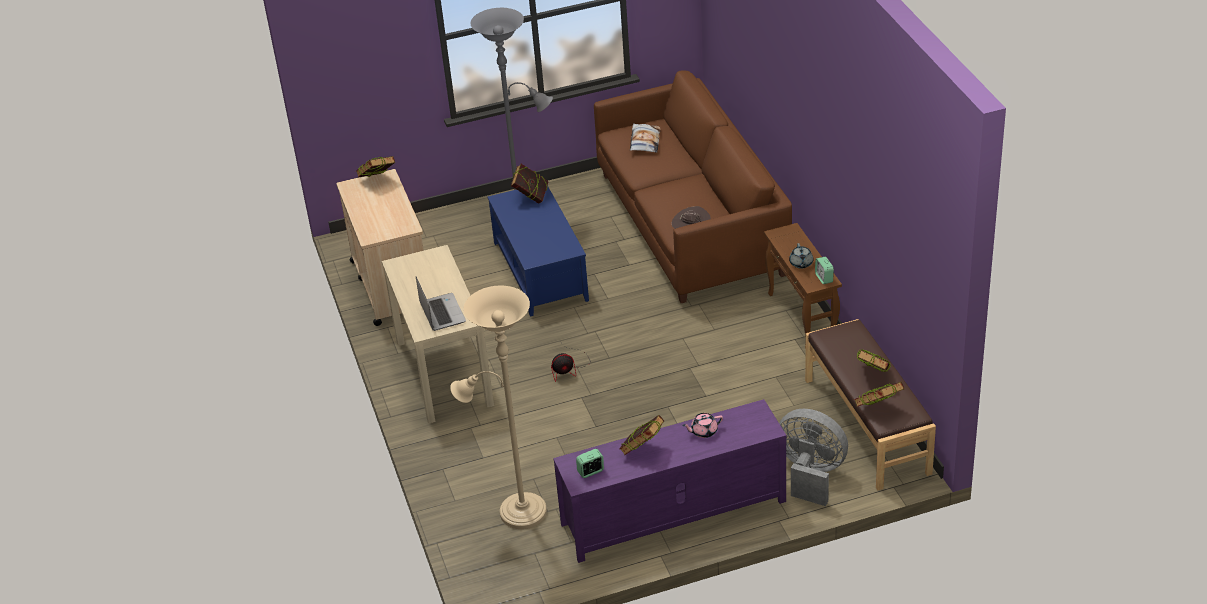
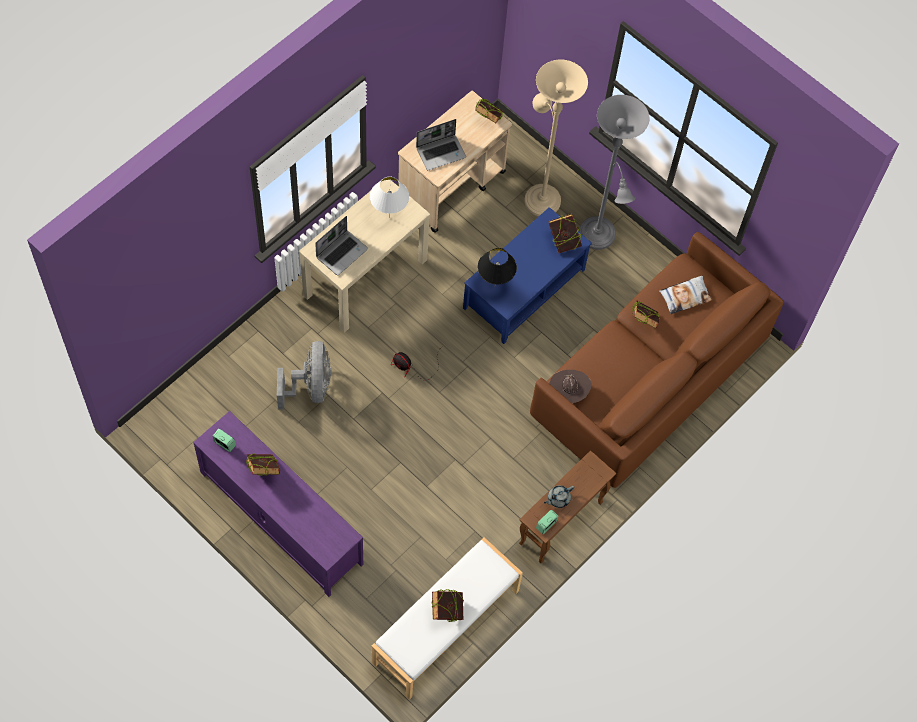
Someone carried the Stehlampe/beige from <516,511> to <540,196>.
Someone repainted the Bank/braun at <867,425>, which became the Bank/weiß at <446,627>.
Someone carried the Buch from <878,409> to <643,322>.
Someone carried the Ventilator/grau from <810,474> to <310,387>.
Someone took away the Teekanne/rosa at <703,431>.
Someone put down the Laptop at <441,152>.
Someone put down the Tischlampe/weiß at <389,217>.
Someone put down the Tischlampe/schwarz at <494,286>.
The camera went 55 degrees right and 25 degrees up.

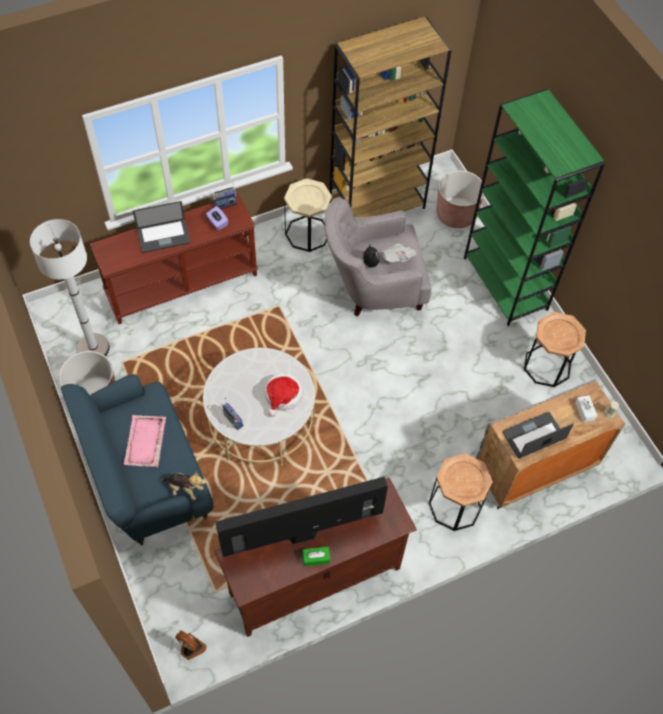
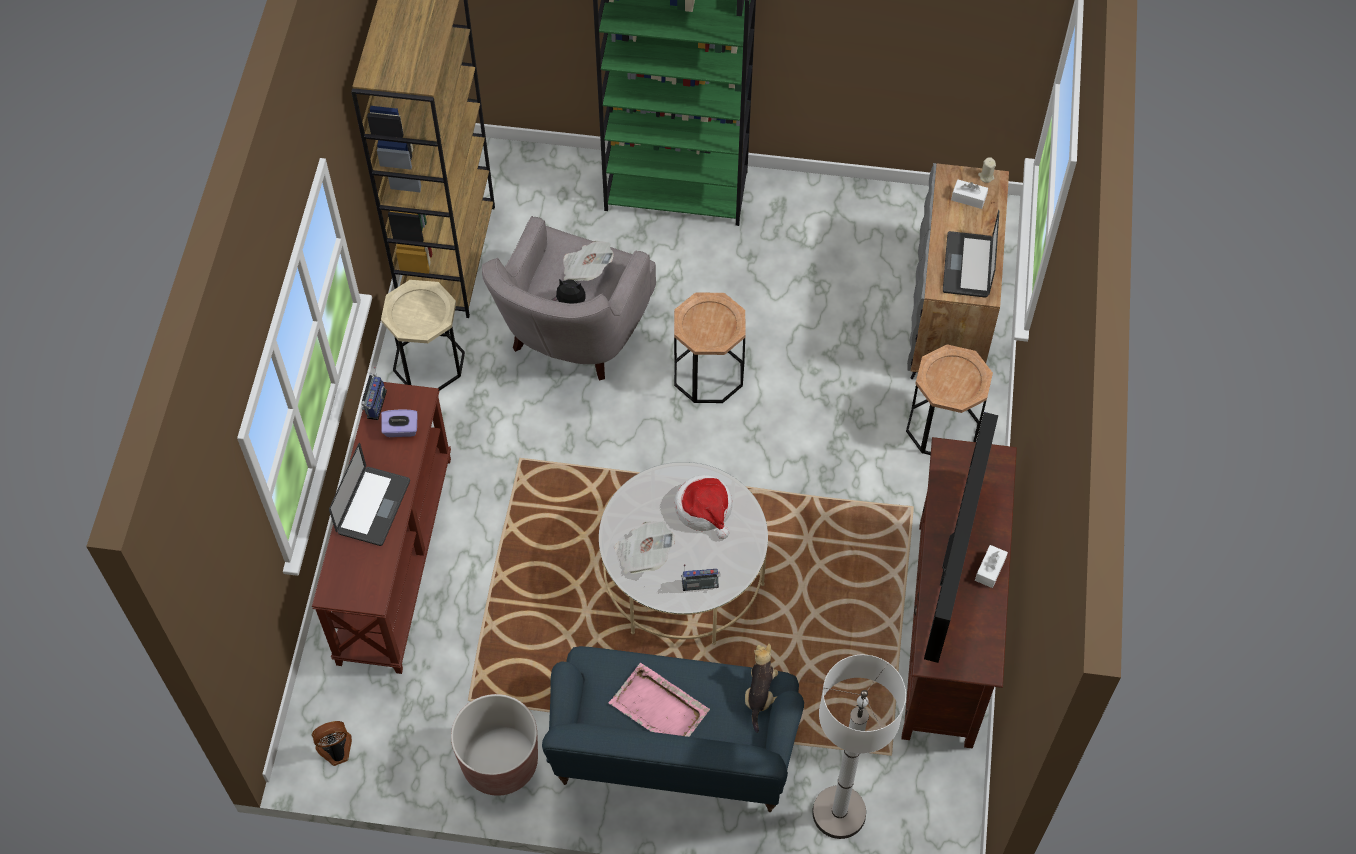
Someone took away the Pflanzkübel/braun at <456,214>.
Someone carried the Stehlampe/weiß from <93,348> to <839,813>.
Someone carried the Beistelltisch/braun from <547,366> to <708,373>.
Someone rotated the Plüschtier at <184,488> by 45 degrees counterclockwise.
Someone repainted the Taschentuchbox/grün at <316,558>, which became the Taschentuchbox/weiß at <990,569>.
Someone carried the Ventilator from <191,648> to <336,750>.
Someone put down the Zeitung at <643,554>.
The camera went 55 degrees left and 0 degrees up.

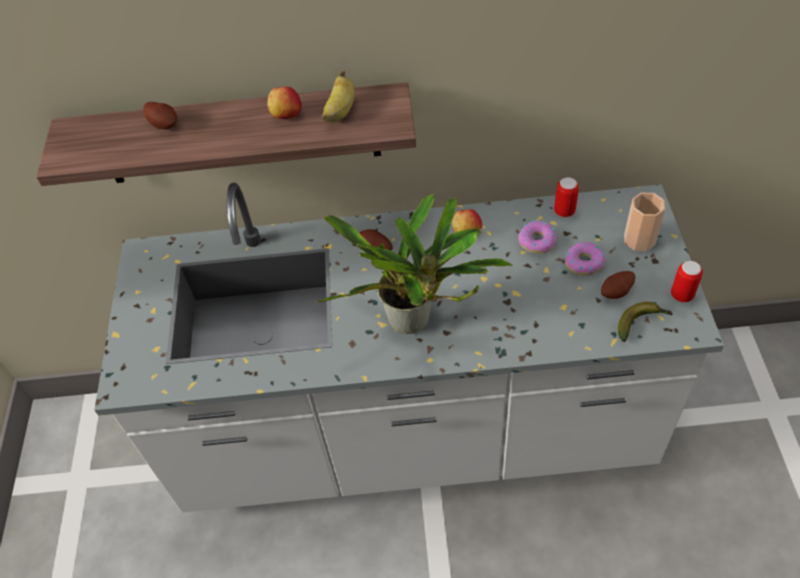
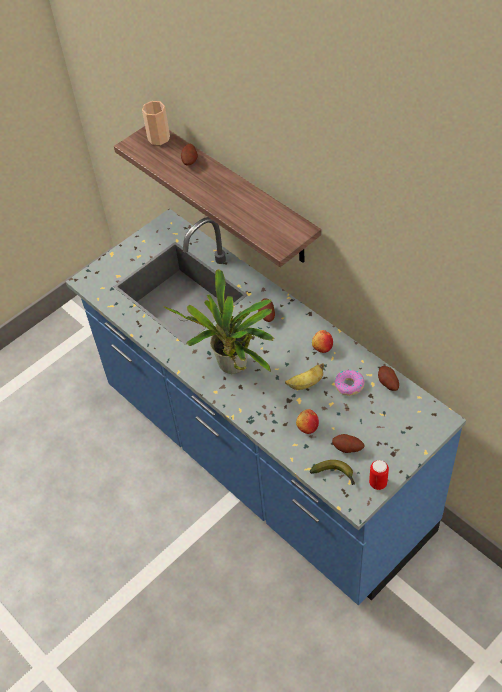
Someone carried the Banane from <340,111> to <305,384>.
Someone carried the Apfel from <286,114> to <307,427>.
Someone swapped the Dose at <564,211> for the Kartoffel at <387,383>.
Someone repainted the Küchenzeile/weiß at <415,436>, which became the Küchenzeile/blau at <262,461>.
Someone carried the Tasse from <639,240> to <158,138>.
Someone took away the Donut at <583,263>.
The camera went 50 degrees right and 0 degrees up.

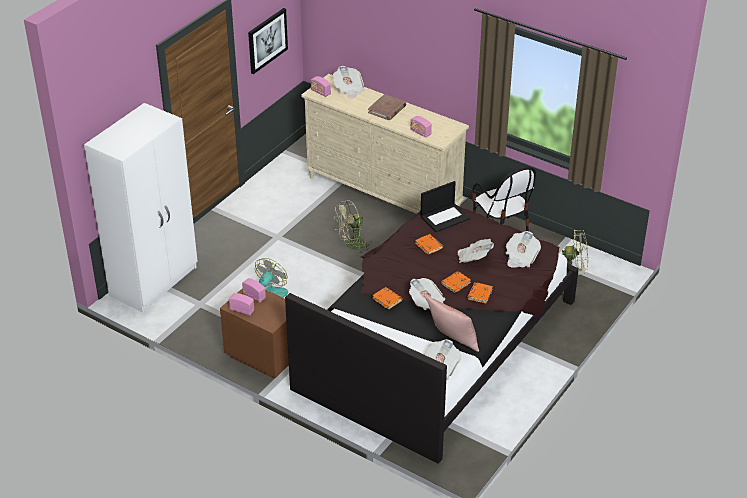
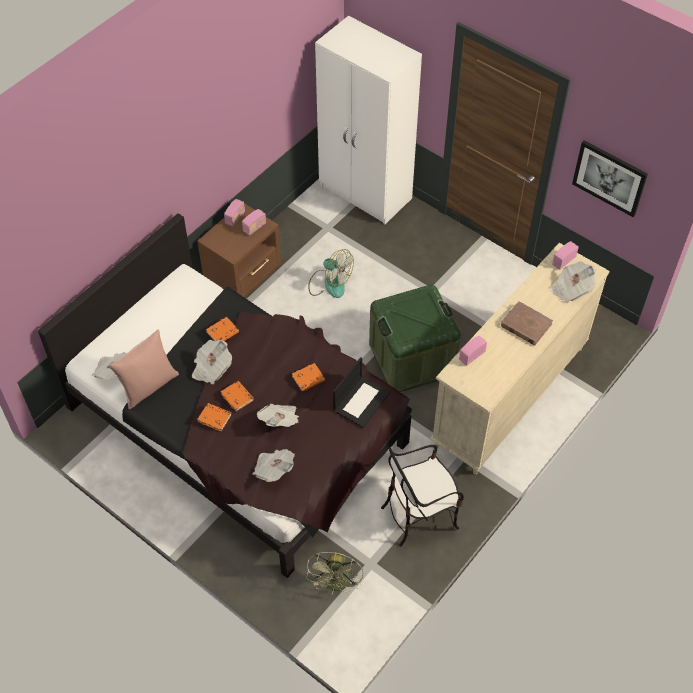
Someone rotated the Laptop at <445,217> by 120 degrees counterclockwise.
Someone swapped the Ventilator/grün at <352,245> for the Aufbewahrungsbox/grün at <411,358>.
The camera went 95 degrees right and 15 degrees up.

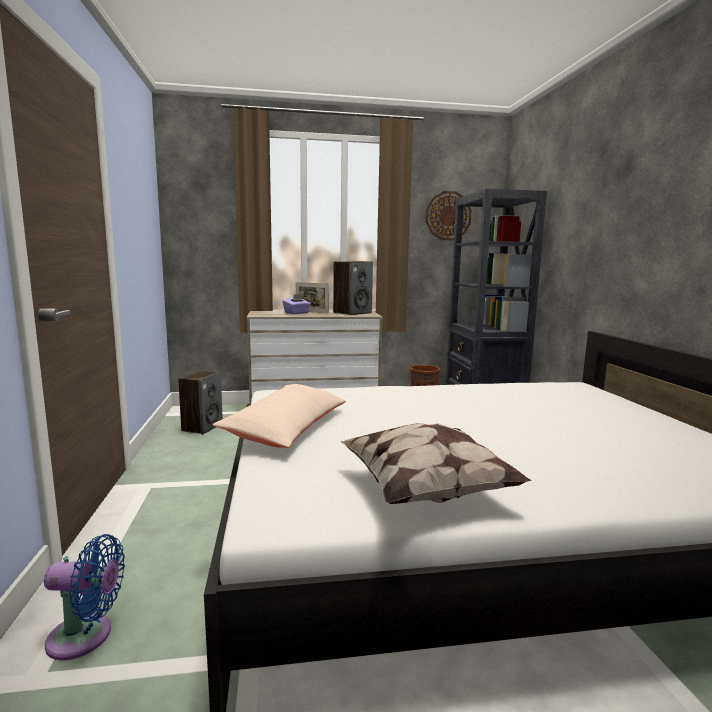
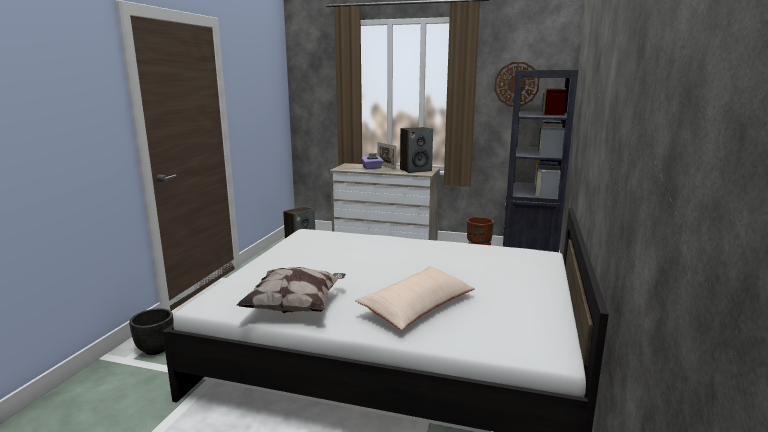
Someone carried the Kissen/beige from <287,428> to <417,307>.
Someone swapped the Ventilator/blau at <86,637> for the Pflanzkübel/schwarz at <156,349>.
The camera went 25 degrees right and 5 degrees up.

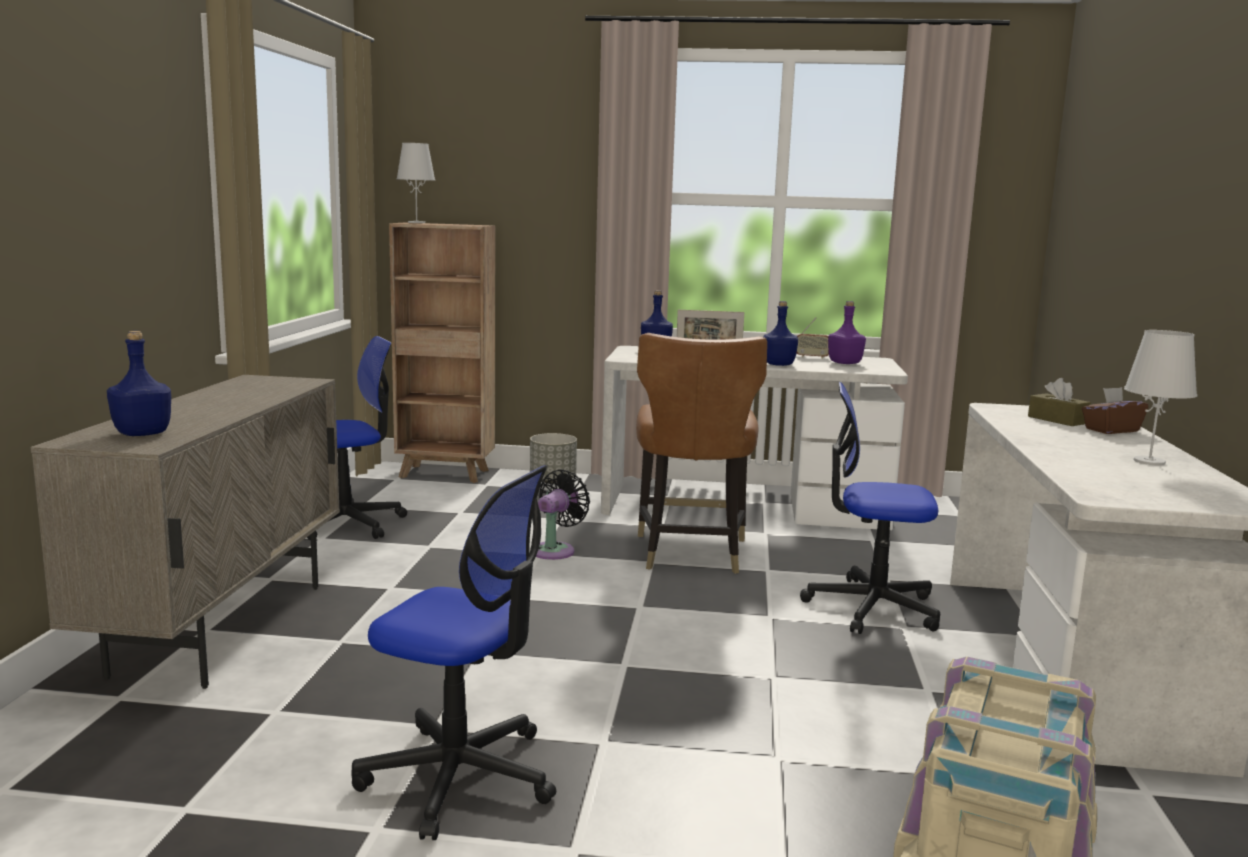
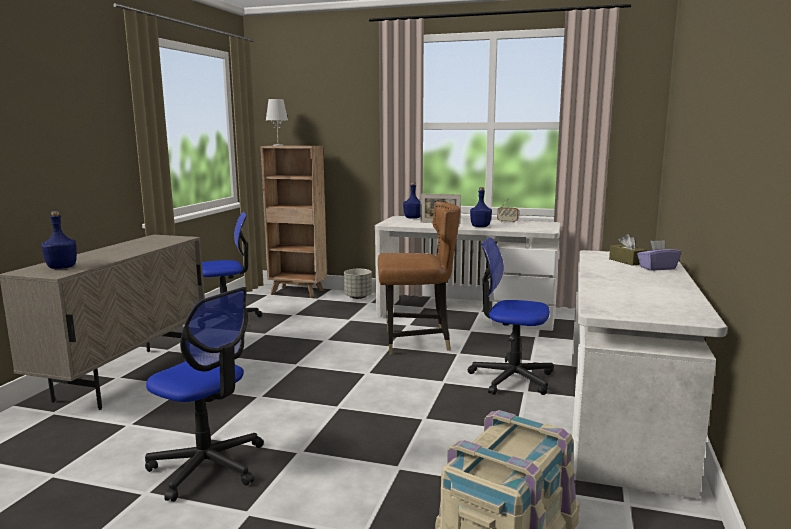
Someone took away the Flasche/lila at <845,363>.
Someone took away the Tischlampe/weiß at <1149,461>.
Someone rotated the Stuhl/braun at <690,553> by 105 degrees counterclockwise.
Someone repainted the Taschentuchbox/braun at <1111,430>, which became the Taschentuchbox/lila at <657,268>.
Someone took away the Ventilator/schwarz at <555,550>.
The camera went 10 degrees right and 0 degrees up.

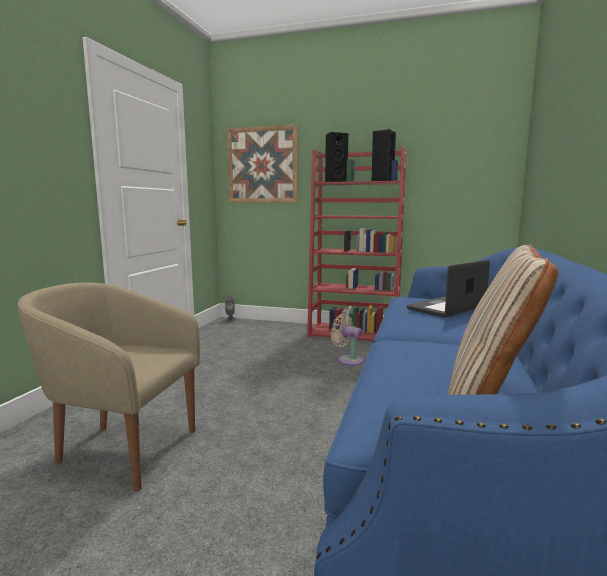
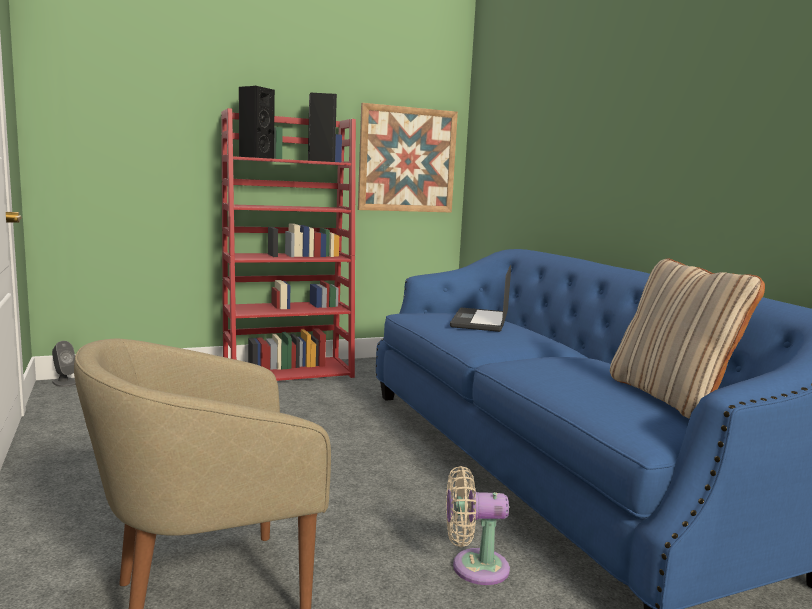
Someone carried the Bild from <262,165> to <407,160>.
Someone carried the Ventilator/beige from <348,360> to <474,567>.
The camera went 40 degrees left and 0 degrees up.

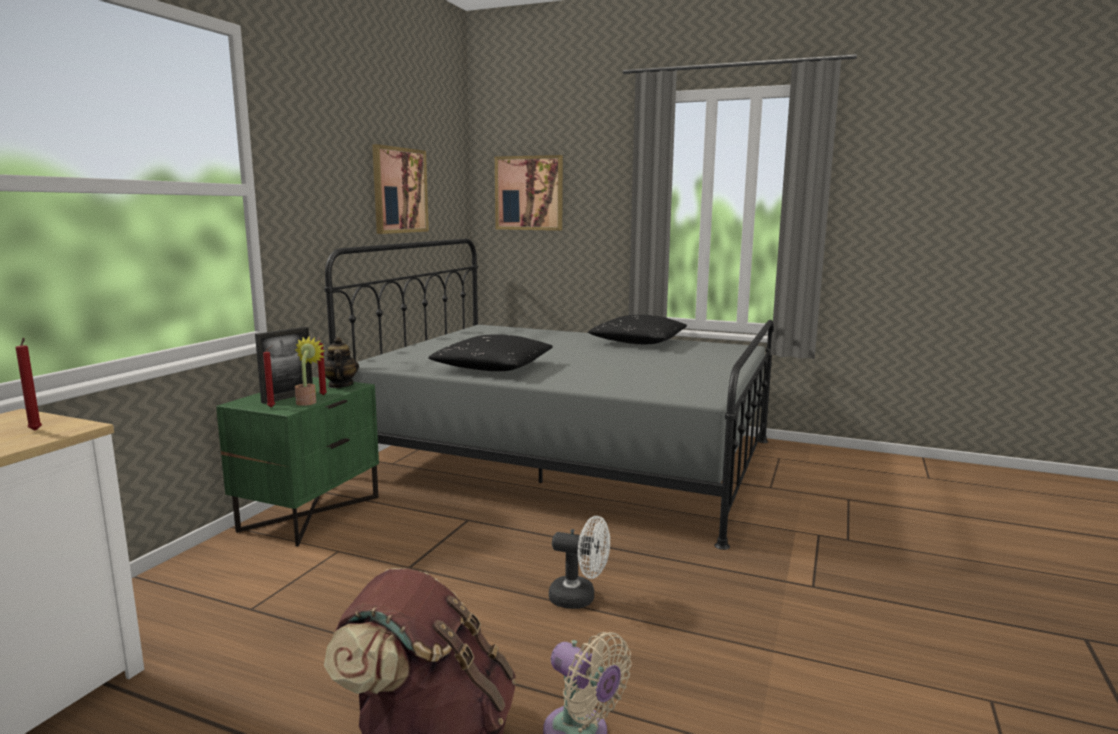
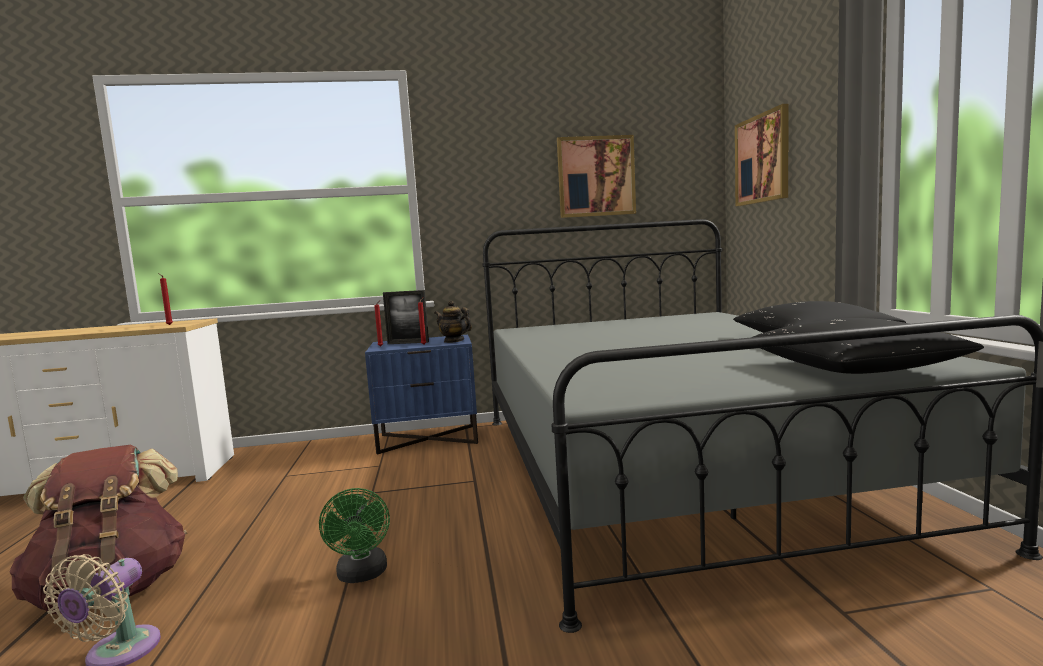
Someone carried the Kissen/schwarz from <492,368> to <851,368>.
Someone took away the Topfpflanze at <308,401>.
Someone rotated the Teekanne at <340,385> by 105 degrees counterclockwise.
Someone repainted the Nachttisch/grün at <310,513>, which became the Nachttisch/blau at <428,438>.
Someone repainted the Ventilator/weiß at <579,598>, which became the Ventilator/grün at <362,575>.
The camera went 60 degrees right and 5 degrees down.

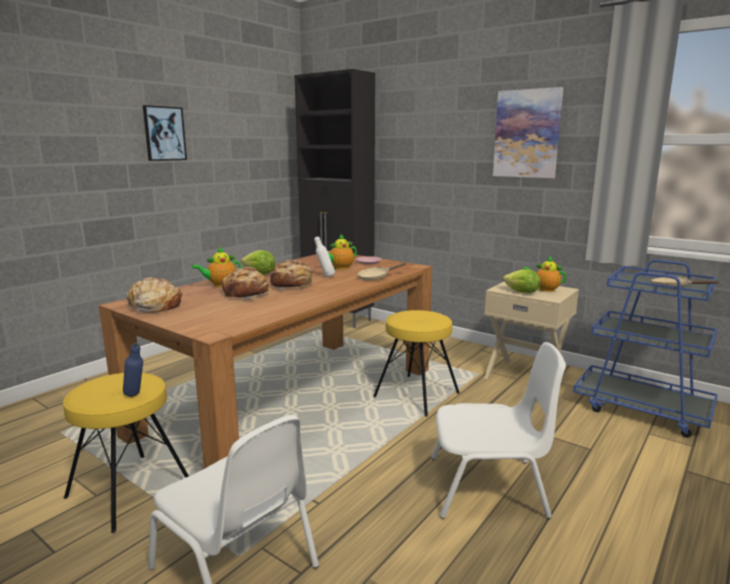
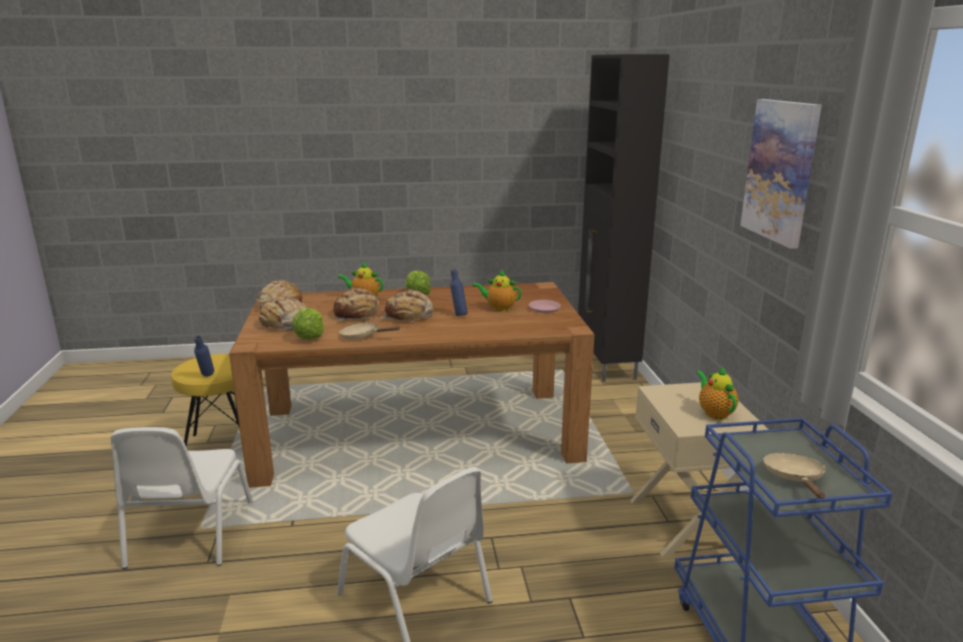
Someone took away the Bild at <164,133>.
Someone repainted the Flasche/weiß at <325,276>, which became the Flasche/blau at <458,315>.
Someone carried the Pfanne/beige from <376,277> to <363,336>.
Someone carried the Salatkopf from <522,292> to <309,337>.
Someone took away the Hocker/gelb at <416,395>.
Someone put down the Brot at <285,324>.
The camera went 45 degrees right and 5 degrees up.

